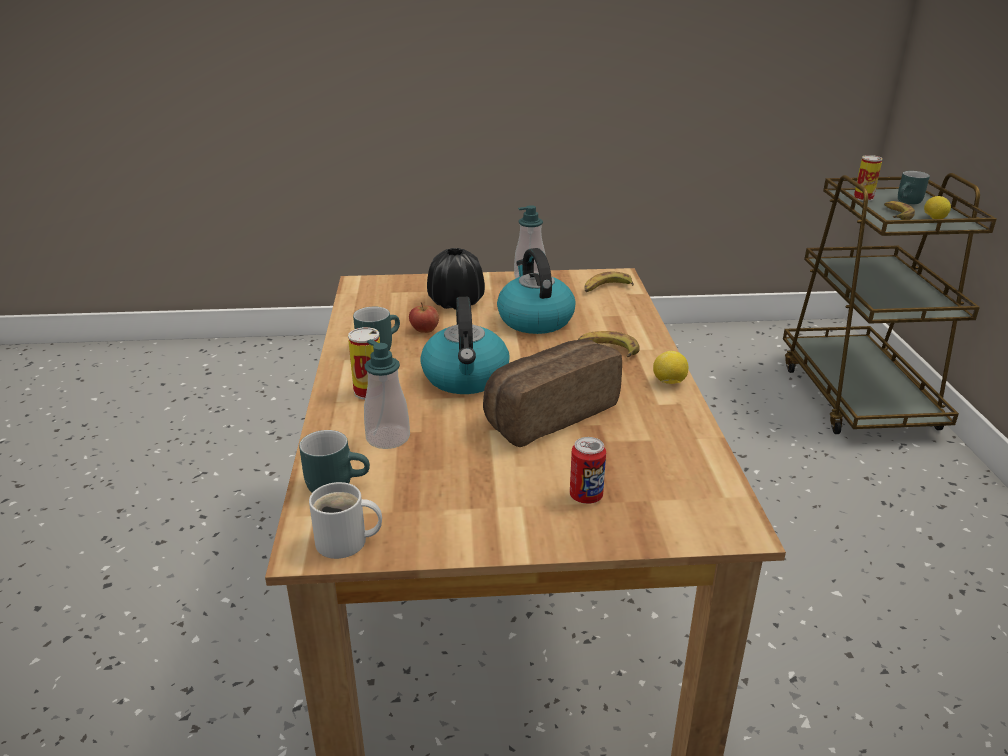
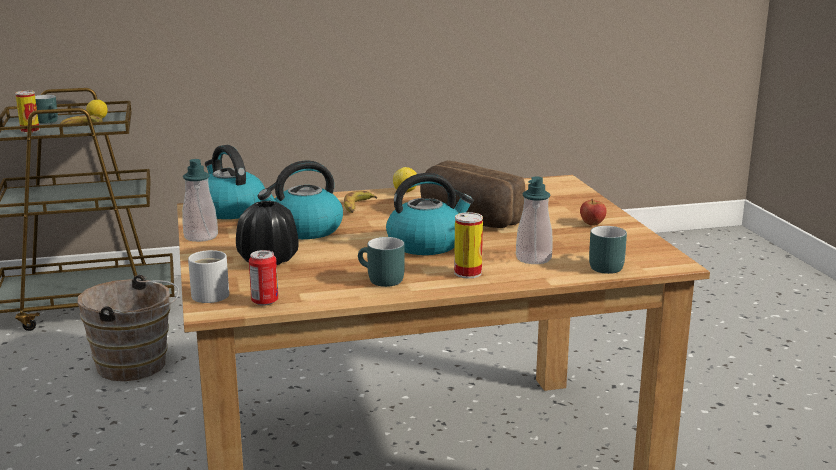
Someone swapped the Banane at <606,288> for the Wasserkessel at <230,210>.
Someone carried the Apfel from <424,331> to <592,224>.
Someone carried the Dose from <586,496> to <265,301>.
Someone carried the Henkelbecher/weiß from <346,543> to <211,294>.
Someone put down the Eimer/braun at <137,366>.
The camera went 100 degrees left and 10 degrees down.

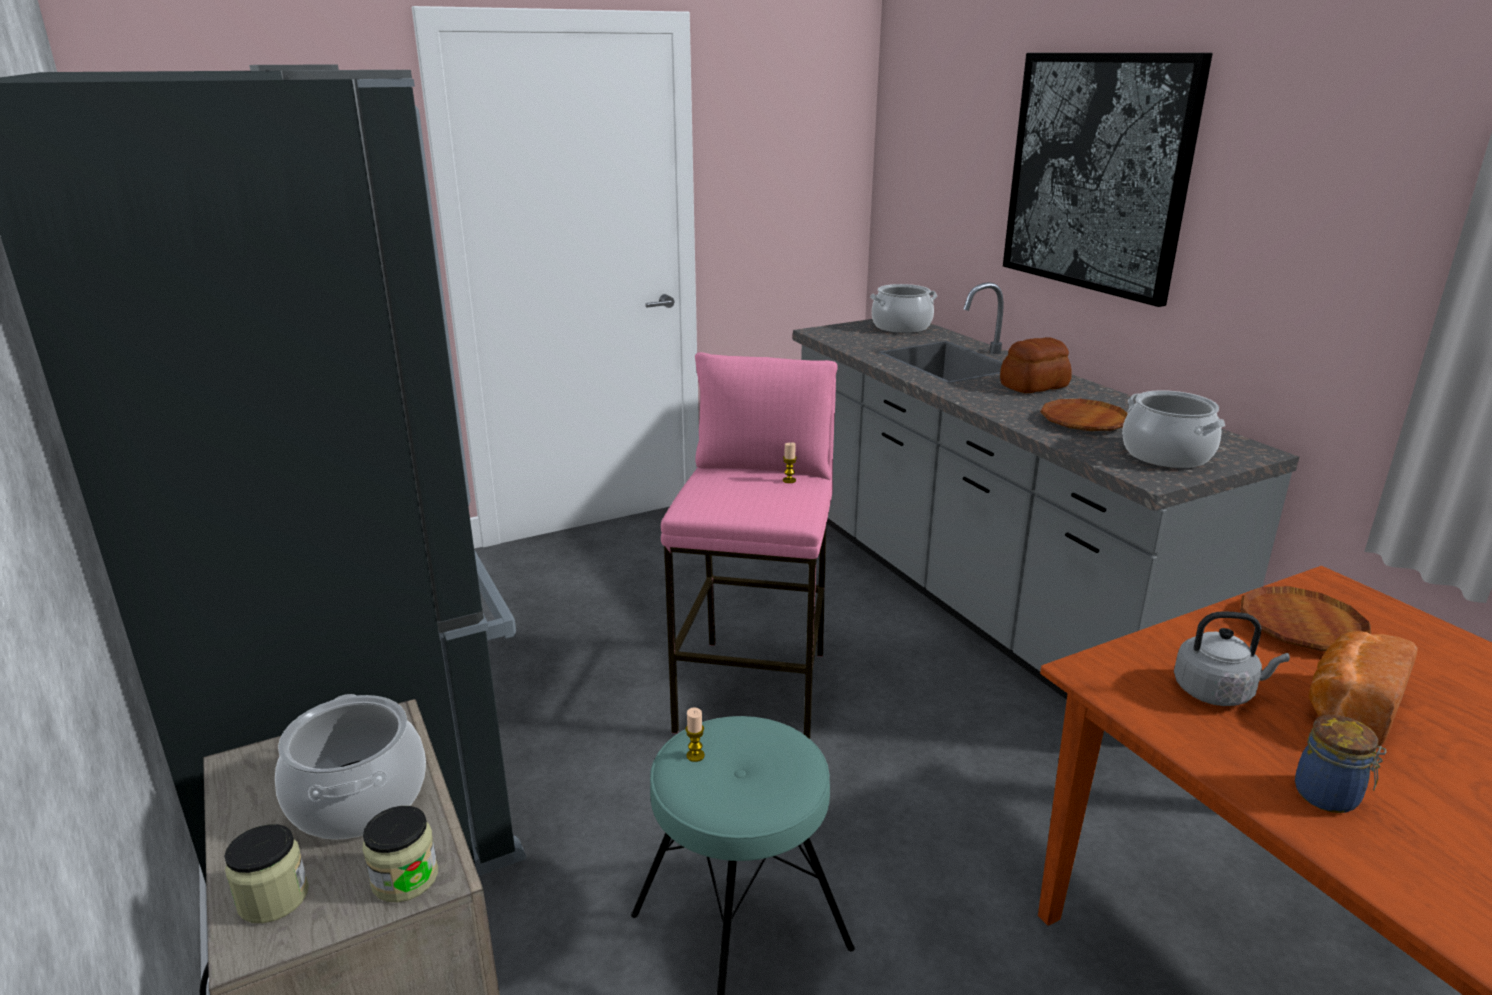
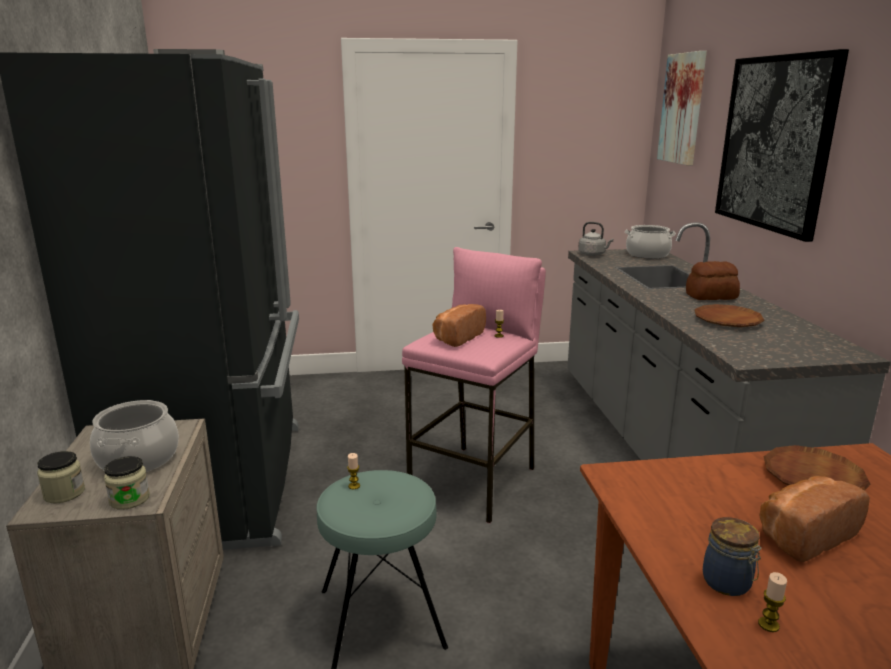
Someone took away the Kochtopf at <1167,454>.
Someone carried the Wasserkessel/grau from <1217,692> to <593,254>.
Someone put up the Bild at <682,108>.
Someone put down the Brot at <457,337>.
Someone put down the Kerze at <768,624>.
The camera went 20 degrees right and 5 degrees down.

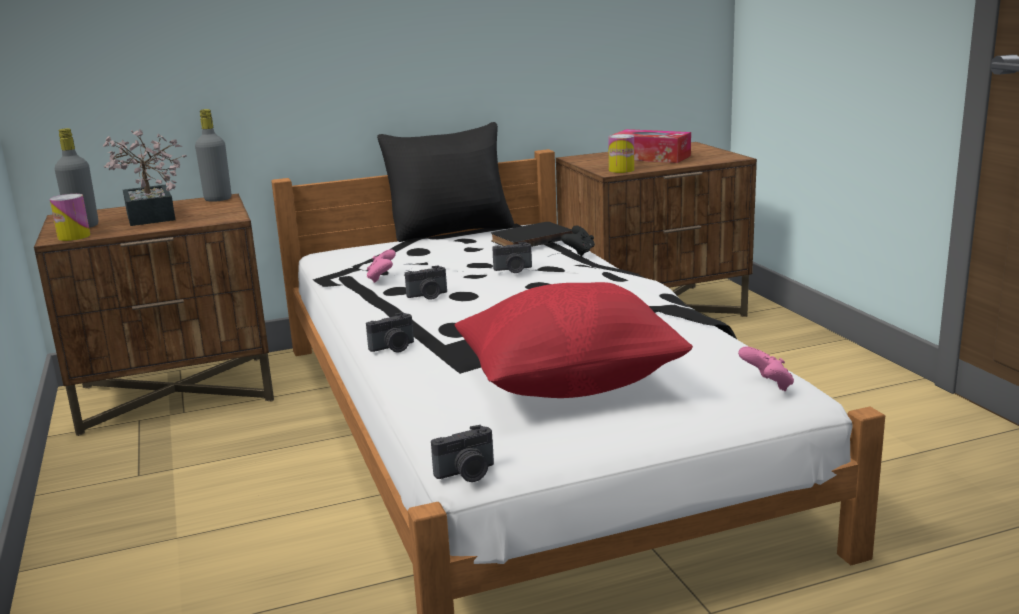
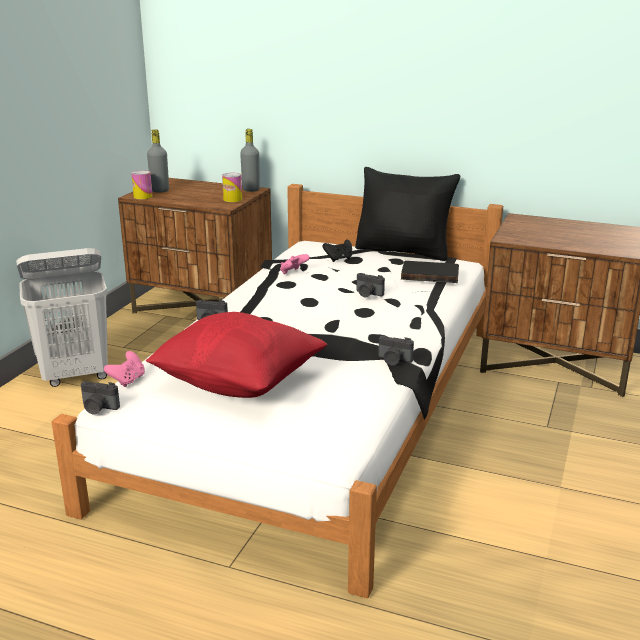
Someone took away the Topfpflanze at <150,218>.
Someone took away the Taschentuchbox at <651,157>.
Someone carried the Dose from <621,170> to <232,199>.
Someone carried the Gamepad/schwarz from <579,253> to <339,259>.
Someone carried the Kamera from <428,296> to <393,360>.
Someone carried the Gamepad/rosa from <767,386> to <128,380>.
Someone put down the Wäschekorb/weiß at <76,375>.
The camera went 40 degrees right and 5 degrees up.

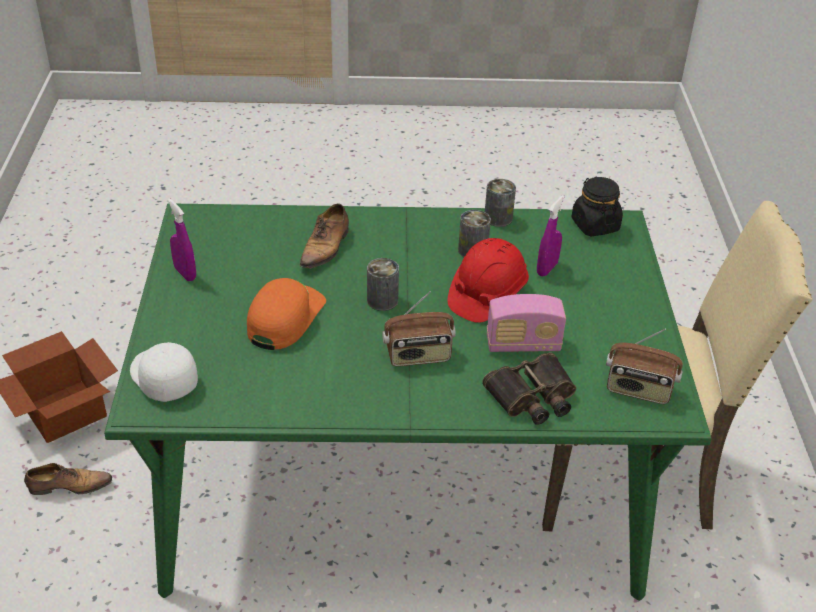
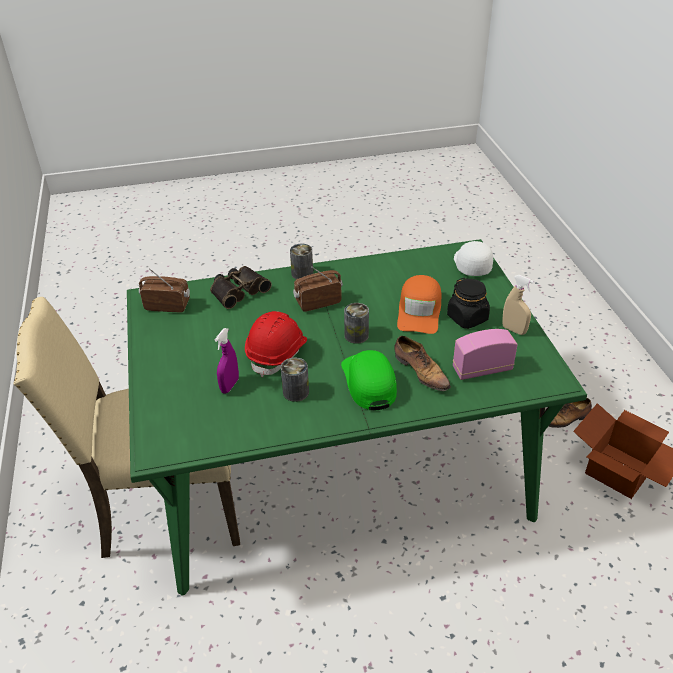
Someone carried the Vorratsglas/schwarz from <594,225> to <467,318>.
Someone carried the Dose from <498,218> to <302,274>.
Someone repainted the Sprühflasche/lila at <185,273>, which became the Sprühflasche/beige at <514,330>.
Someone rotated the Schuh at <325,247> by 135 degrees clockwise.
Someone carried the Radio from <523,344> to <482,369>.
Someone rotated the Kappe/weiß at <162,378> by 135 degrees counterclockwise.
Someone put down the Kappe/grün at <369,382>.
The camera went 170 degrees right and 0 degrees up.

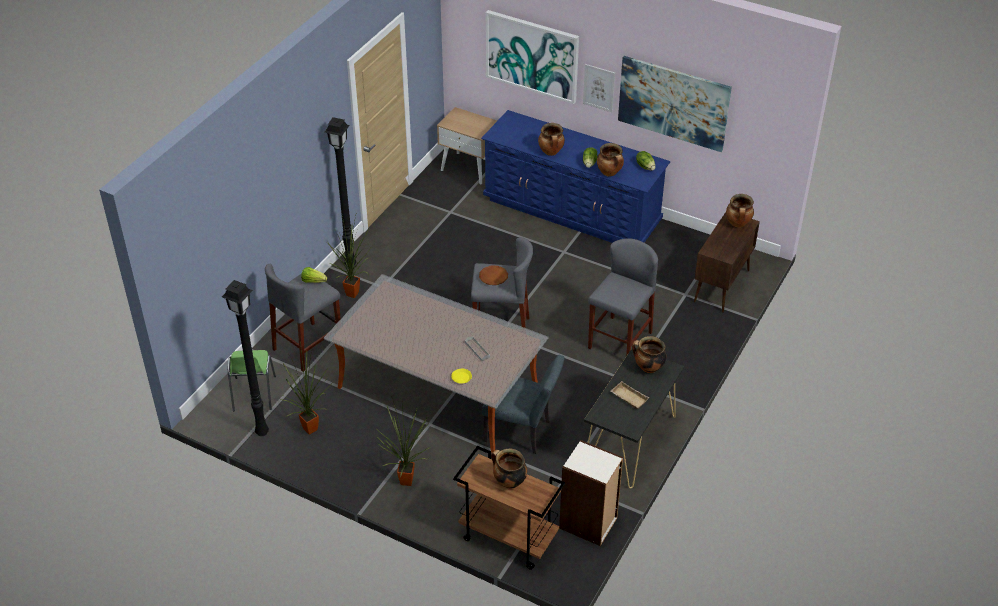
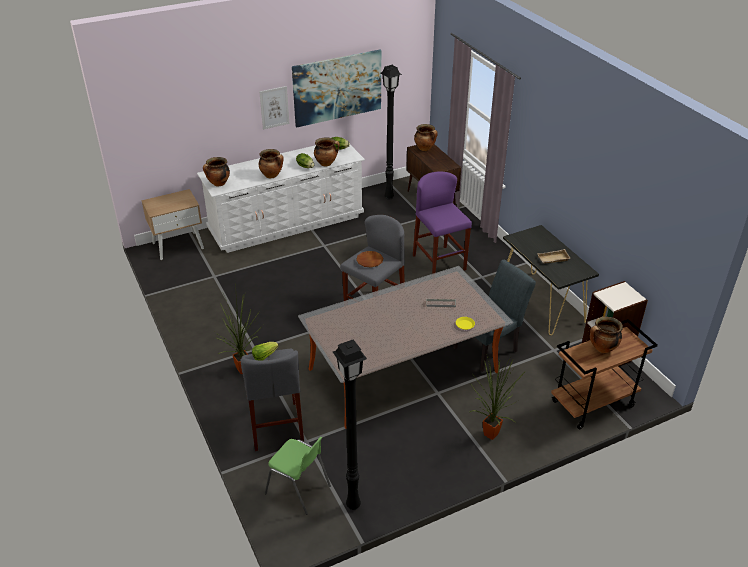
Someone took away the Bild at <532,56>.
Someone repainted the Kommode/blau at <571,211>, which became the Kommode/weiß at <286,223>.
Someone carried the Stehlampe/schwarz from <349,264> to <389,198>.
Someone repainted the Hocker/grau at <620,340>, which became the Hocker/lila at <439,262>.
Someone carried the Kochtopf from <648,368> to <218,184>.
Someone took away the Topfpflanze at <313,428>.
The camera went 55 degrees left and 5 degrees down.

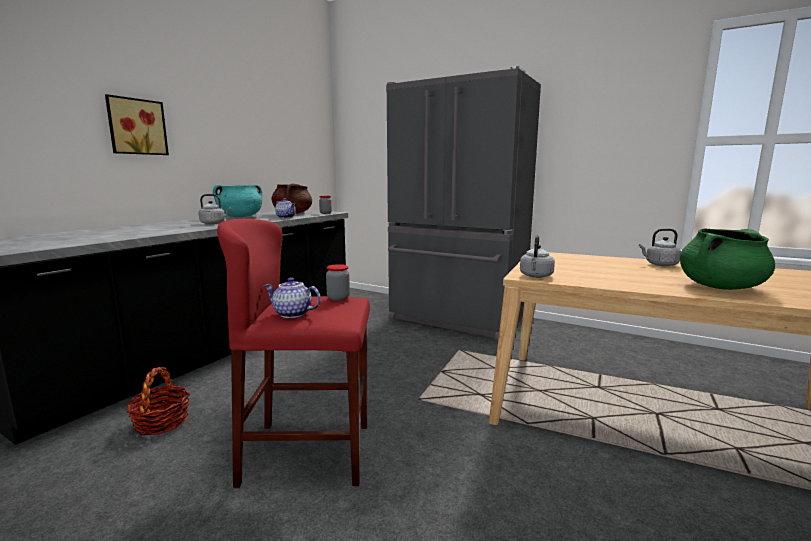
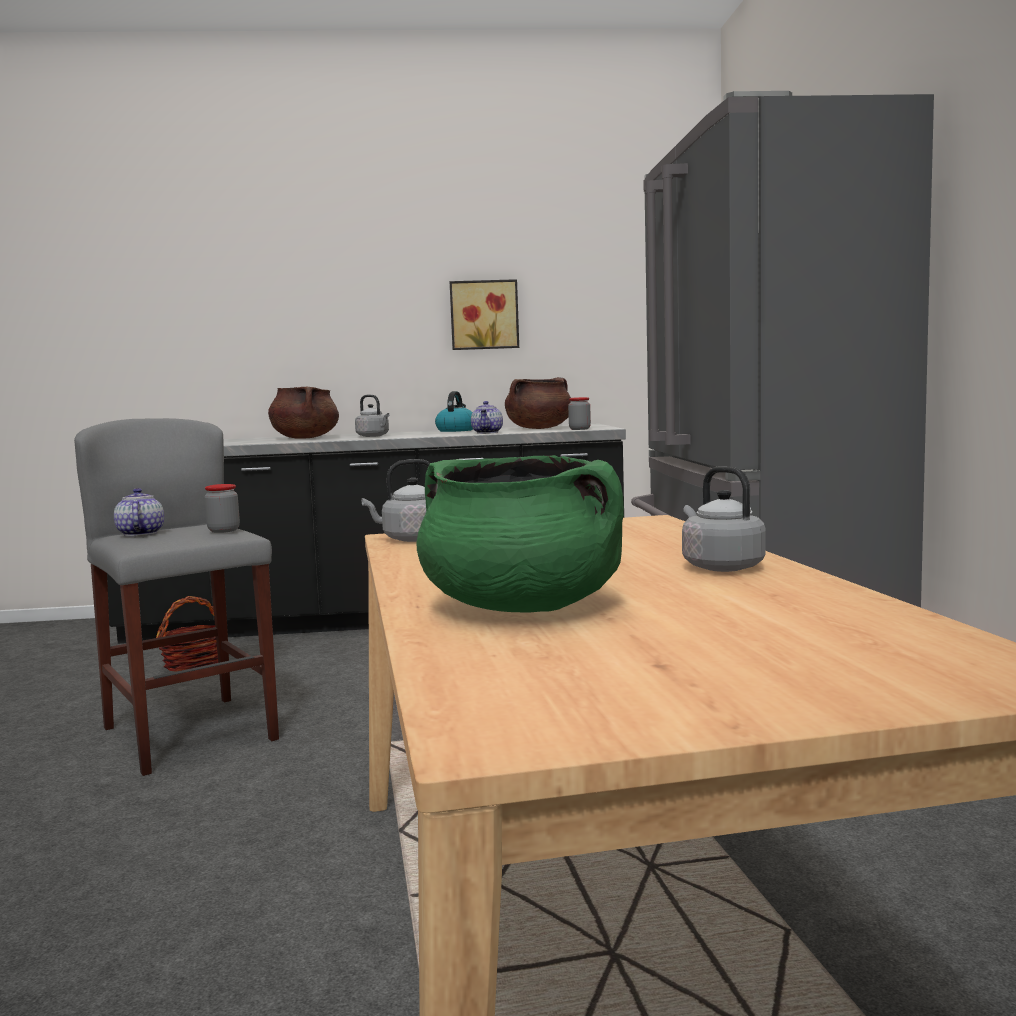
Someone carried the Bild from <136,127> to <484,315>.
Someone swapped the Kochtopf/türkis at <240,217> for the Wasserkessel at <456,430>.
Someone repainted the Hocker/rot at <308,453>, which became the Hocker/grau at <190,733>.
Someone put down the Kochtopf/braun at <305,438>.
The camera went 55 degrees right and 5 degrees down.

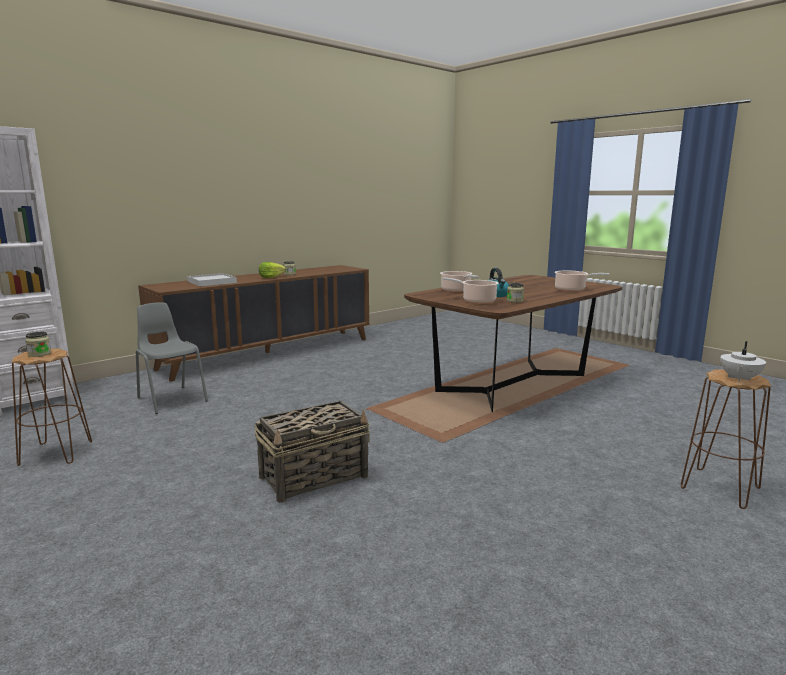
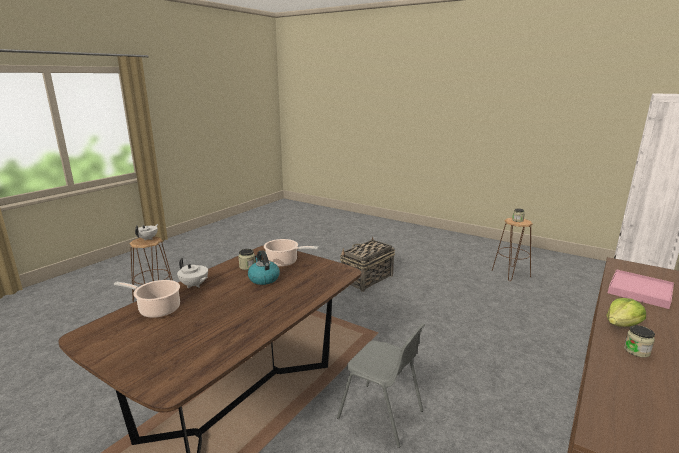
Someone took away the Kochtopf at <457,290>.
Someone repainted the Tablett/weiß at <212,282>, which became the Tablett/rosa at <640,291>.
Someone carried the Stuhl/grau from <171,399> to <381,415>.
Someone put down the Teekanne/weiß at <194,285>.
The camera went 165 degrees right and 5 degrees up.

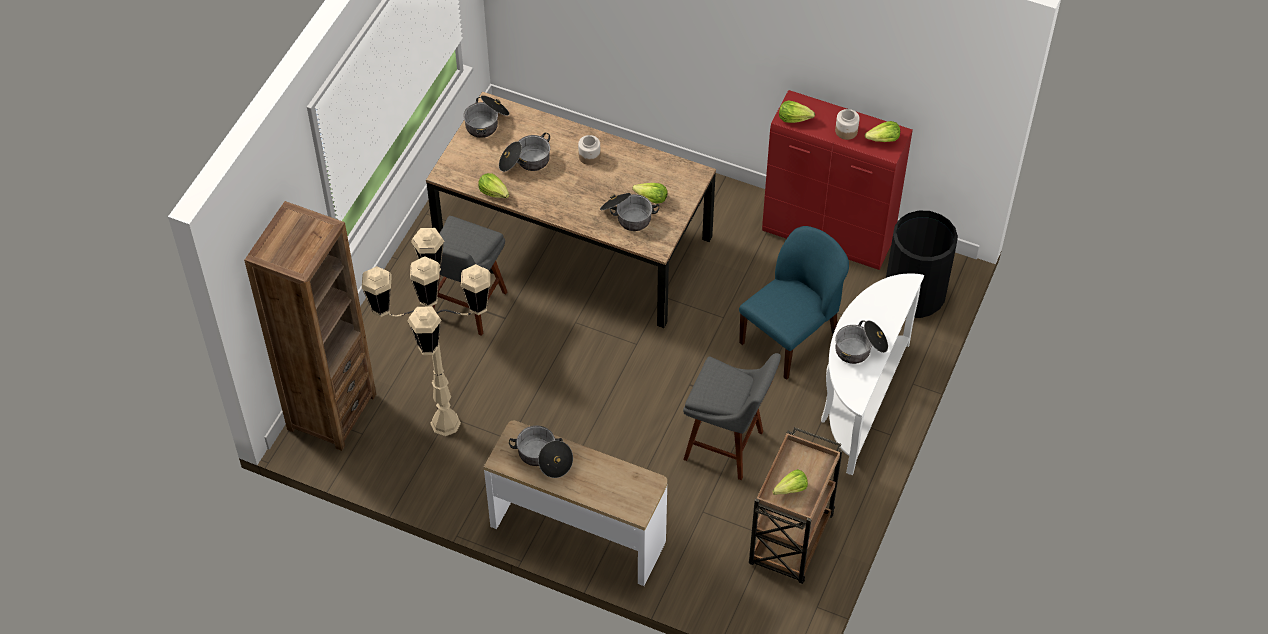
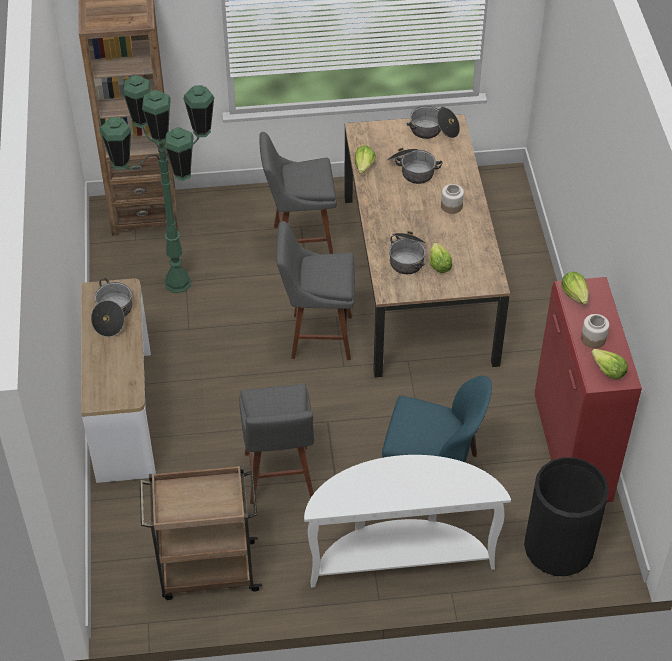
Someone repainted the Stehlampe/beige at <446,423>, which became the Stehlampe/grün at <178,283>.
Someone took away the Kochtopf at <860,348>.
Someone took away the Salatkopf at <788,490>.
Someone put down the Hocker/grau at <317,336>.
The camera went 60 degrees right and 5 degrees down.

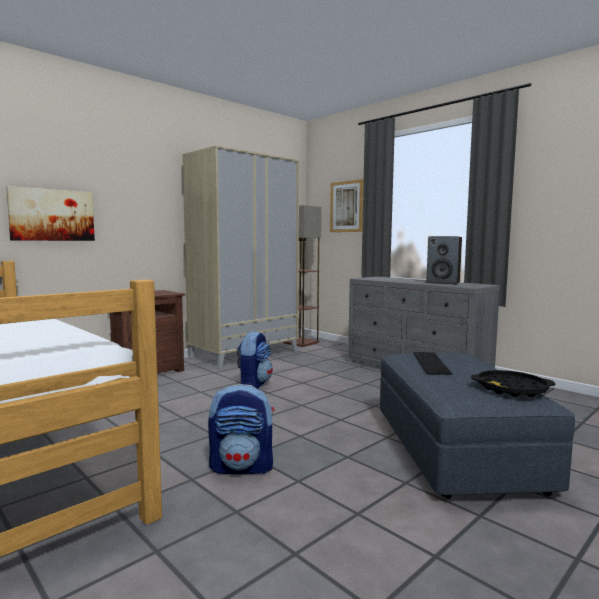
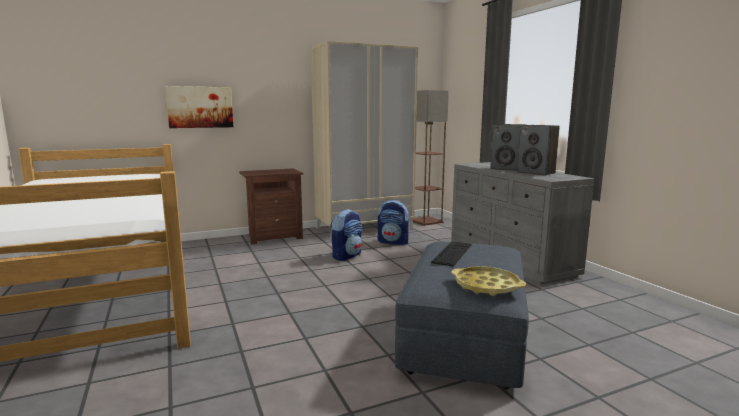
Someone took away the Bild at <346,206>.
Someone repainted the Tablett/schwarz at <511,389>, which became the Tablett/gelb at <486,286>.
Someone carried the Rucksack from <242,467> to <393,242>.
Someone put down the Lautsprecher at <507,169>.
The camera went 20 degrees right and 5 degrees up.

